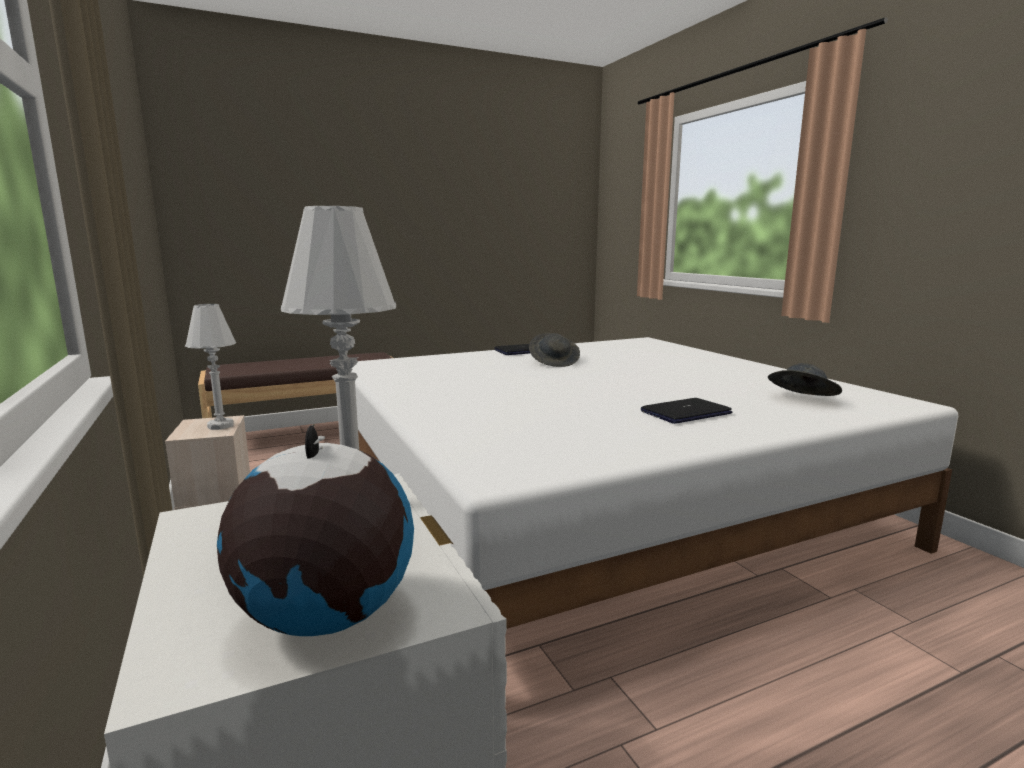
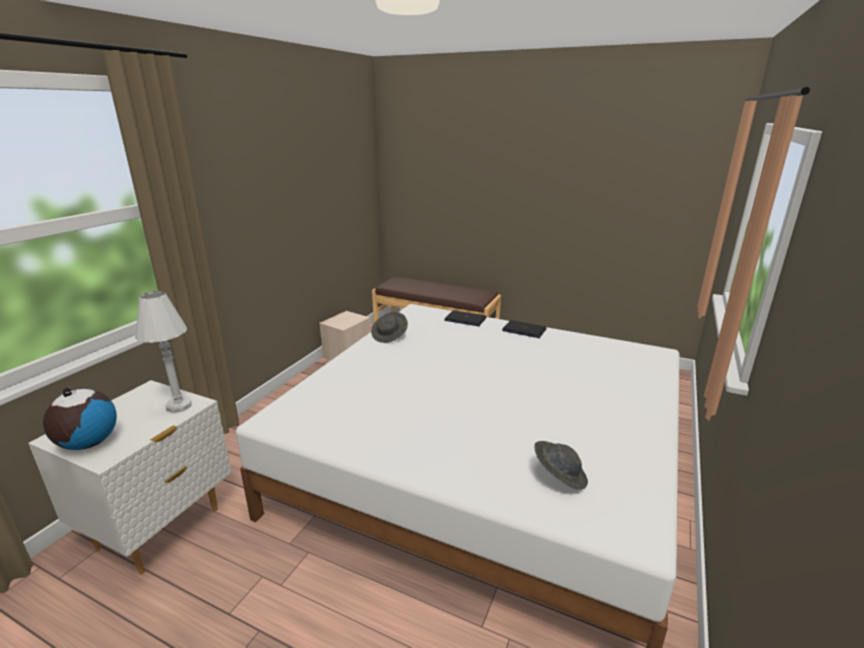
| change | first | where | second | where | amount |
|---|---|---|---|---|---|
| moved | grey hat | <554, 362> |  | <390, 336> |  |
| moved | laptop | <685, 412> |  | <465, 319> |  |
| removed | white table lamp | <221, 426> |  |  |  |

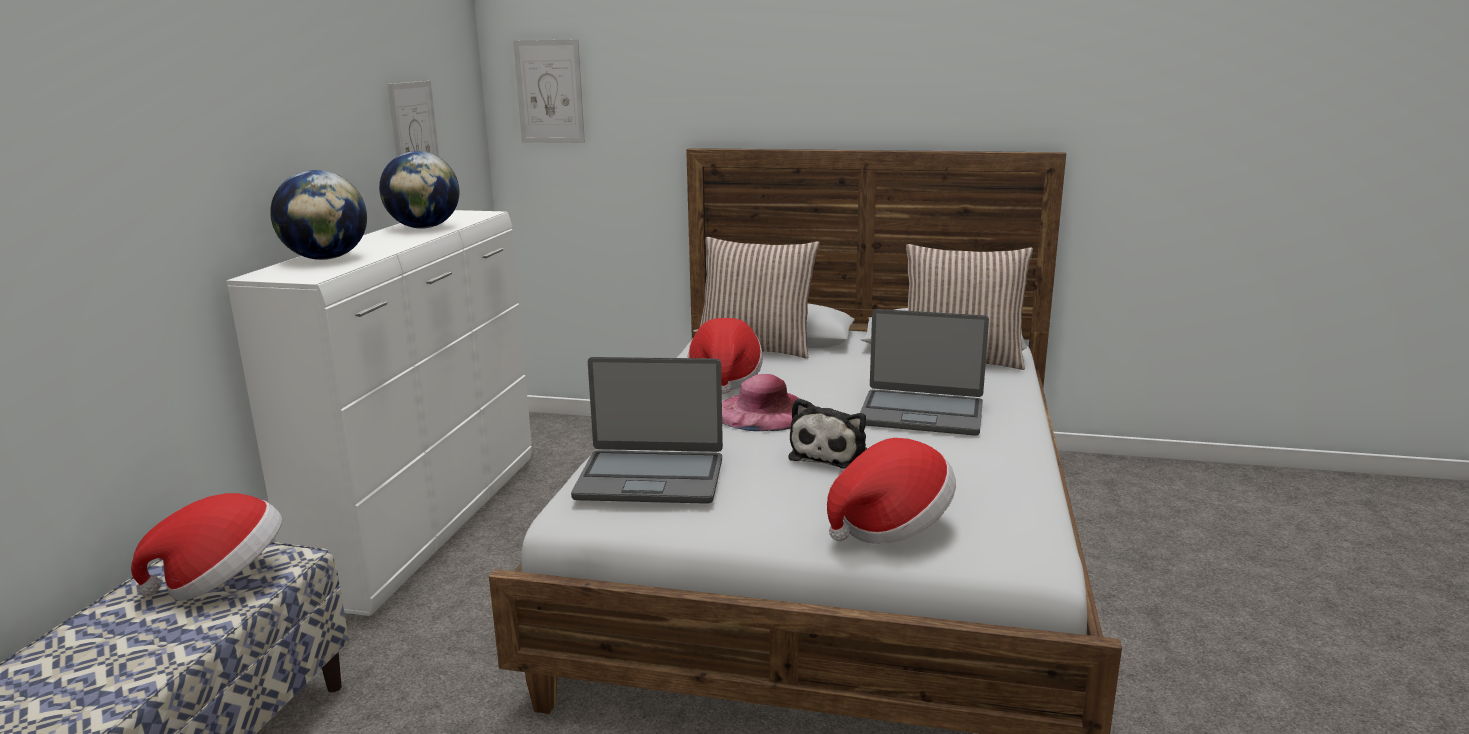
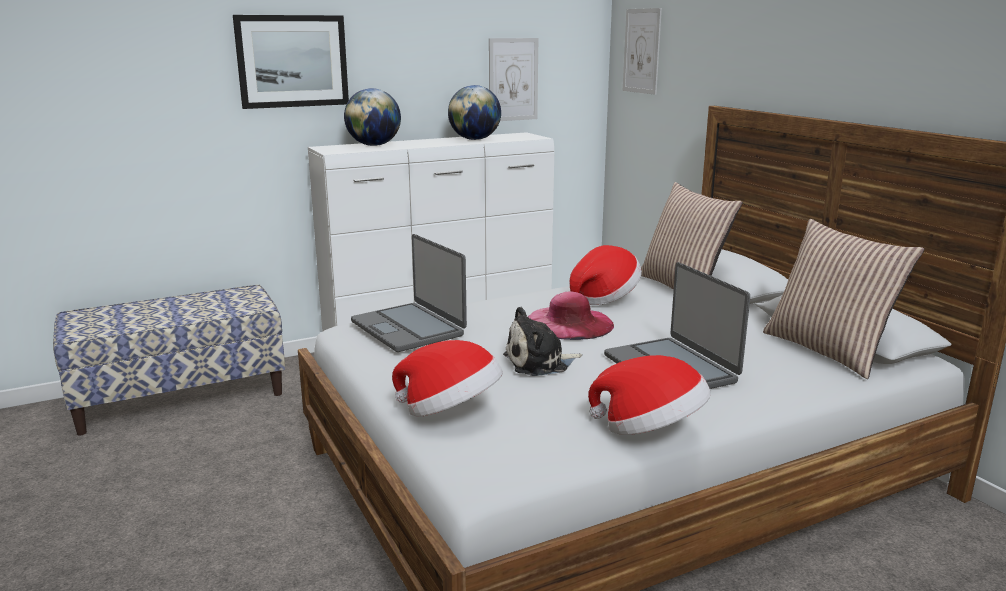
| change | first | where | second | where | amount |
|---|---|---|---|---|---|
| added |  |  | picture | <292, 61> |  |
| moved | hat | <223, 580> |  | <650, 430> |  |

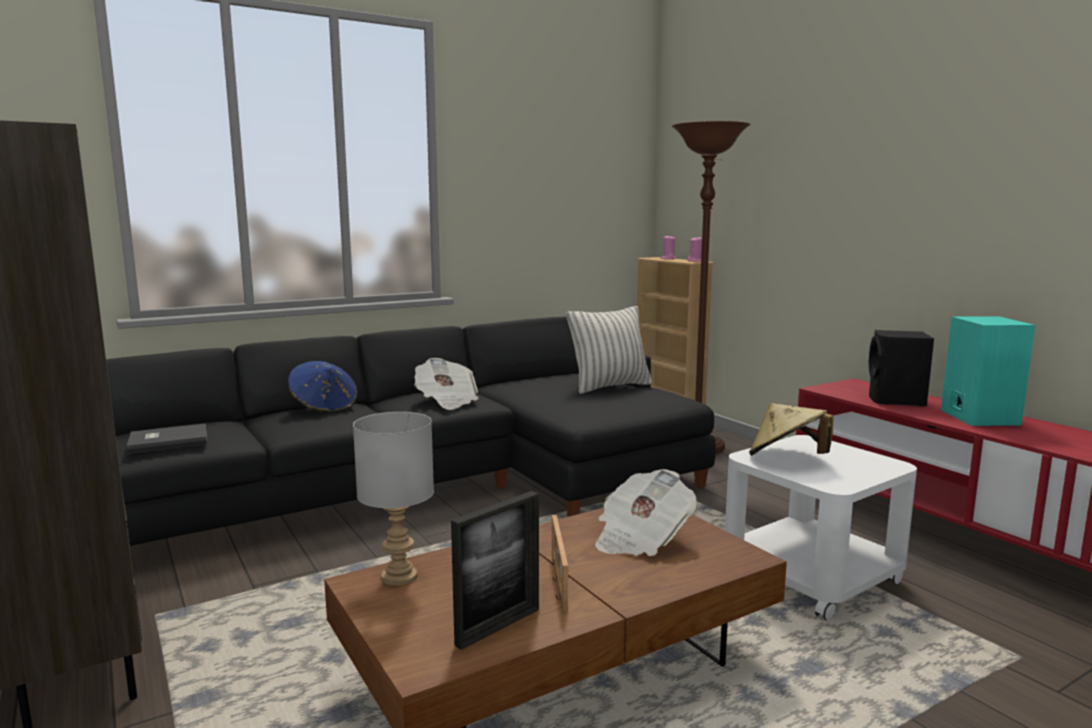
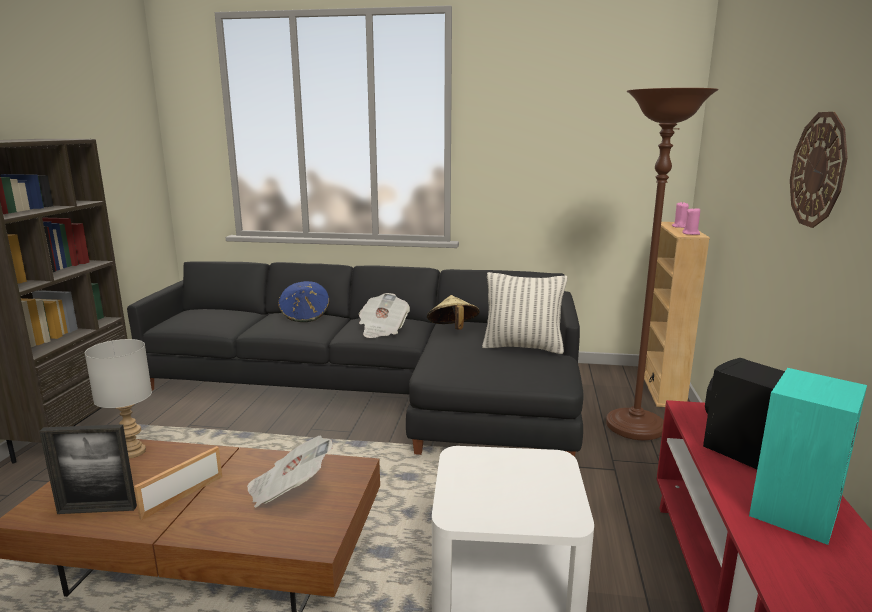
| change | first | where | second | where | amount |
|---|---|---|---|---|---|
| moved | beige hat | <786, 458> |  | <452, 330> |  |
| added |  |  | wall clock | <818, 170> |  |
| removed | grey book | <167, 441> |  |  |  |

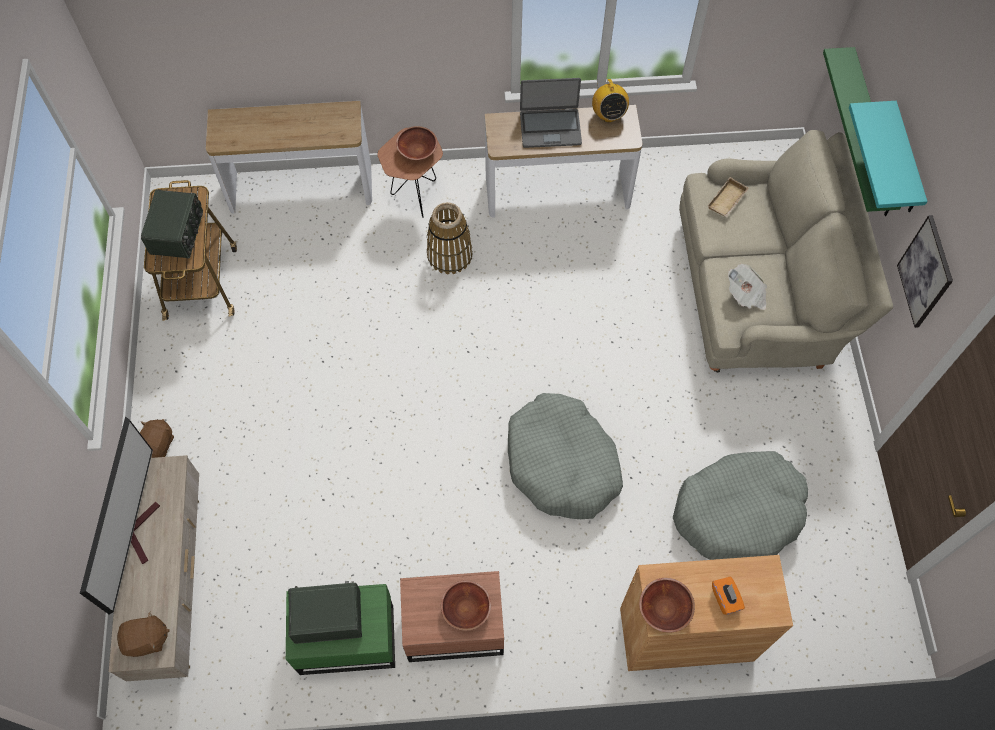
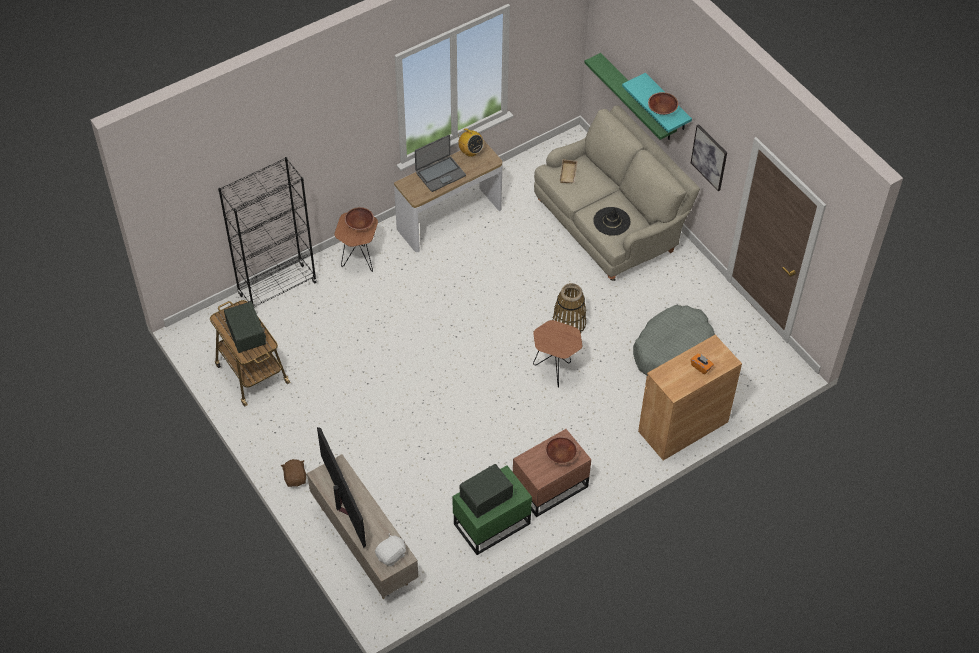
| change | first | where | second | where | amount |
|---|---|---|---|---|---|
| replaced | console table | <301, 188> | black bookcase | <277, 288> |  |
| recoloured | brown plush toy | <147, 640> | white plush toy | <391, 555> |  |
| replaced | grey dog bed | <562, 463> | brown side table | <555, 372> |  |
| moved | basket | <450, 255> |  | <569, 323> |  |
| replaced | newspaper | <746, 294> | black hat | <611, 221> |  |
| moved | brown bowl | <665, 608> |  | <662, 109> |  |

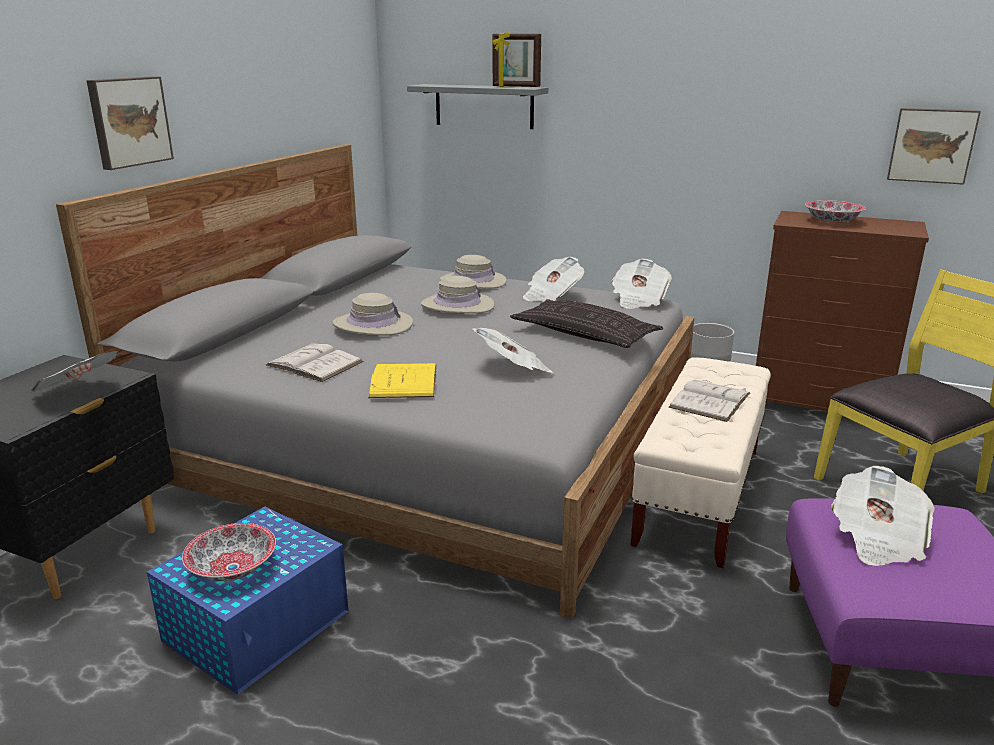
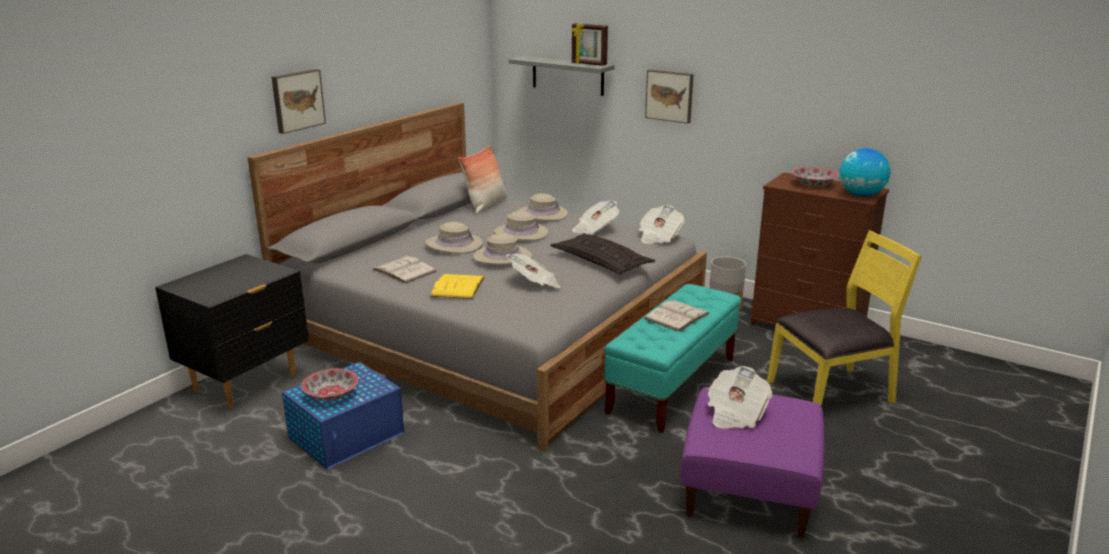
| change | first | where | second | where | amount |
|---|---|---|---|---|---|
| added |  |  | pillow | <485, 205> |  |
| added |  |  | beige hat | <502, 257> |  |
| recoloured | beige bench | <699, 495> | turquoise bench | <672, 385> |  |
| moved | picture | <931, 145> |  | <670, 95> |  |
| added |  |  | globe | <861, 195> |  |
| removed | newspaper | <78, 393> |  |  |  |

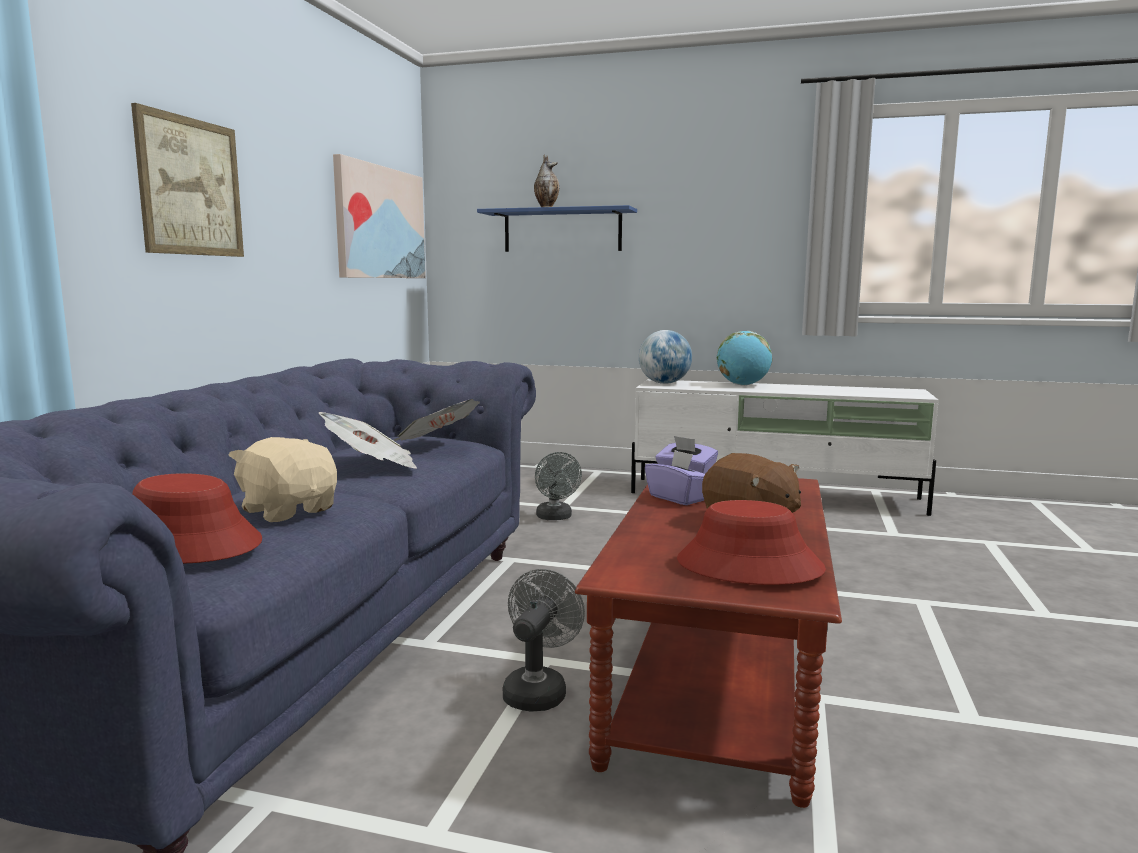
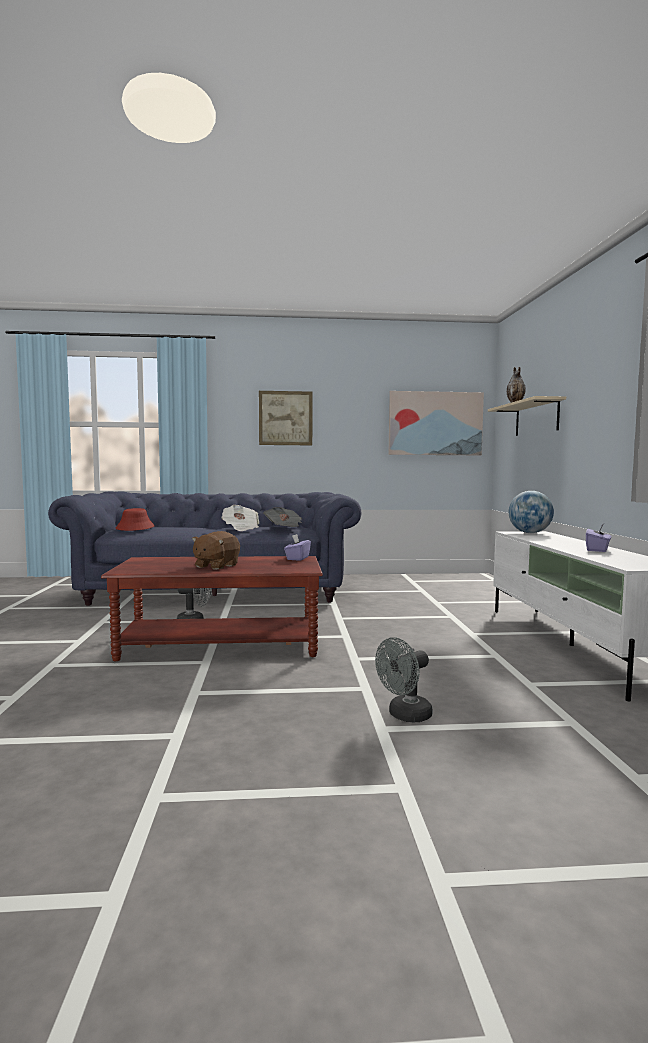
| change | first | where | second | where | amount |
|---|---|---|---|---|---|
| moved | grey fan | <556, 517> |  | <405, 716> |  |
| recoloured | blue shelf | <562, 231> | beige shelf | <536, 418> |  |
| moved | purple tissue box | <678, 498> |  | <597, 550> |  |
| removed | beige plush toy | <289, 510> |  |  |  |
| removed | red hat | <748, 566> |  |  |  |
| removed | globe | <743, 385> |  |  |  |

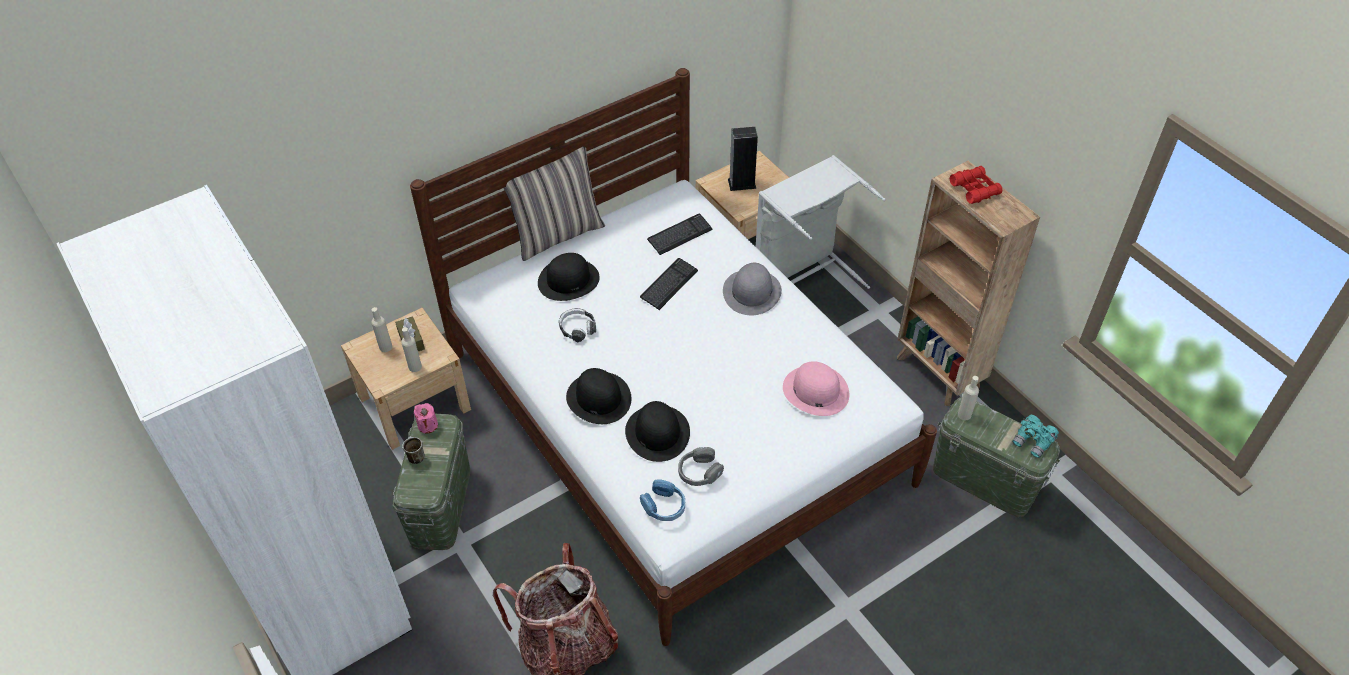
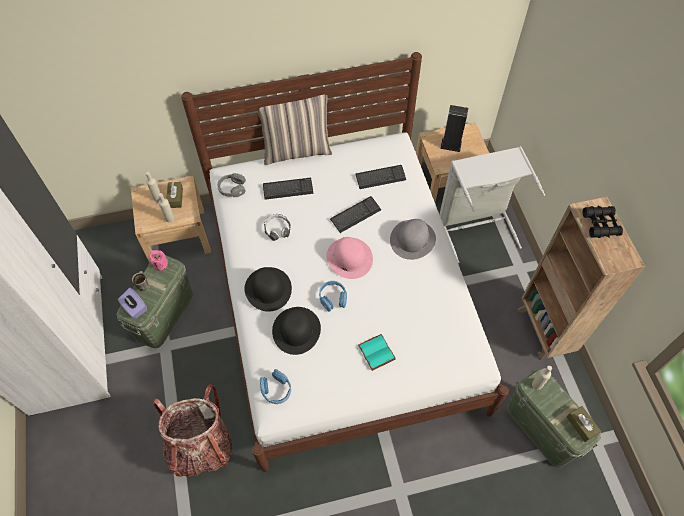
| change | first | where | second | where | amount |
|---|---|---|---|---|---|
| added |  |  | purple tissue box | <135, 308> |  |
| moved | grey headphones | <699, 472> |  | <232, 188> |  |
| replaced | black hat | <568, 280> | keyboard | <288, 189> |  |
| added |  |  | blue headphones | <333, 298> |  |
| moved | pink hat | <815, 390> |  | <349, 258> |  |
| added |  |  | turquoise book | <377, 352> |  |
| replaced | turquoise binoculars | <1033, 441> | brown tissue box | <581, 425> |  |
| recoloured | red binoculars | <974, 189> | black binoculars | <600, 224> |  |

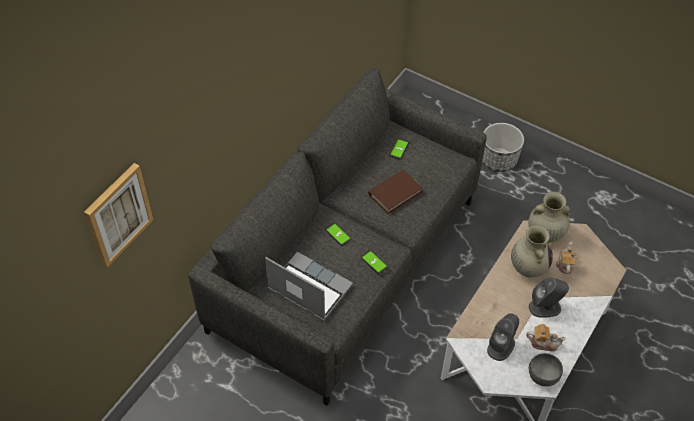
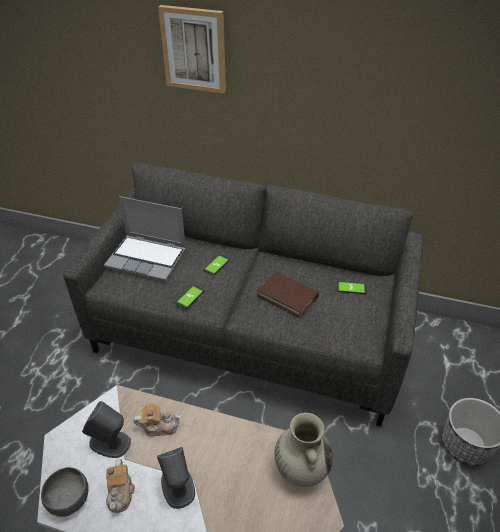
| change | first | where | second | where | amount |
|---|---|---|---|---|---|
| turned | laptop | <308, 288> |  | <148, 258> | 90 degrees clockwise |
| moved | teapot | <565, 264> |  | <159, 426> |  |
| moved | picture | <117, 214> |  | <194, 49> |  |
| removed | beige vase | <528, 267> |  |  |  |

